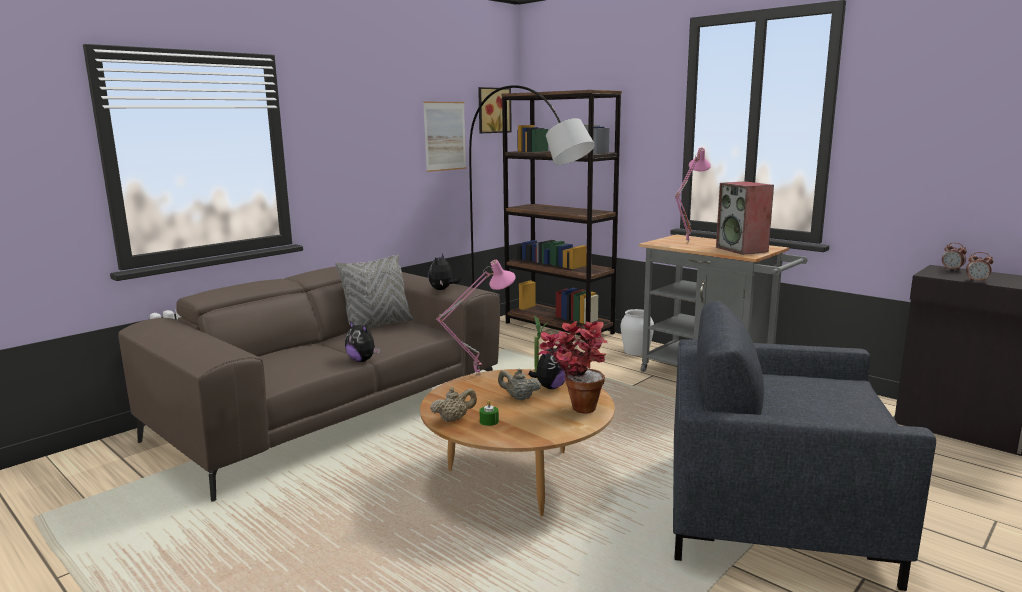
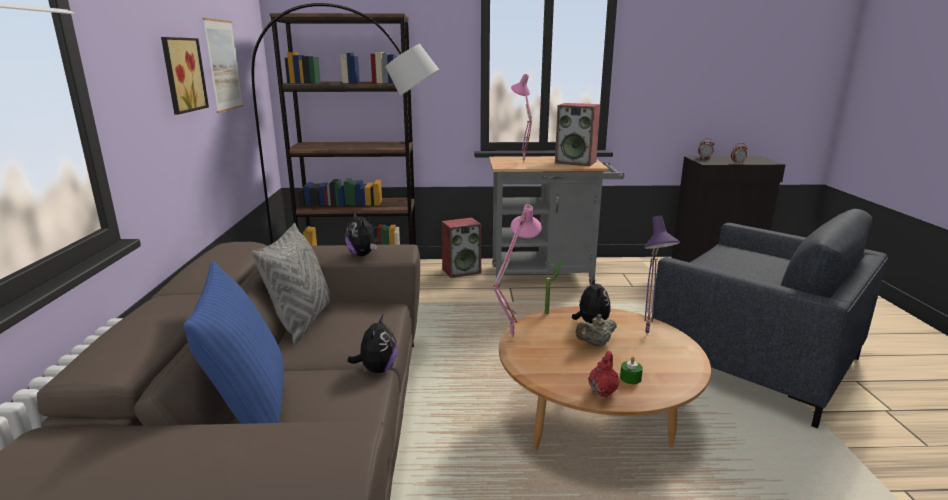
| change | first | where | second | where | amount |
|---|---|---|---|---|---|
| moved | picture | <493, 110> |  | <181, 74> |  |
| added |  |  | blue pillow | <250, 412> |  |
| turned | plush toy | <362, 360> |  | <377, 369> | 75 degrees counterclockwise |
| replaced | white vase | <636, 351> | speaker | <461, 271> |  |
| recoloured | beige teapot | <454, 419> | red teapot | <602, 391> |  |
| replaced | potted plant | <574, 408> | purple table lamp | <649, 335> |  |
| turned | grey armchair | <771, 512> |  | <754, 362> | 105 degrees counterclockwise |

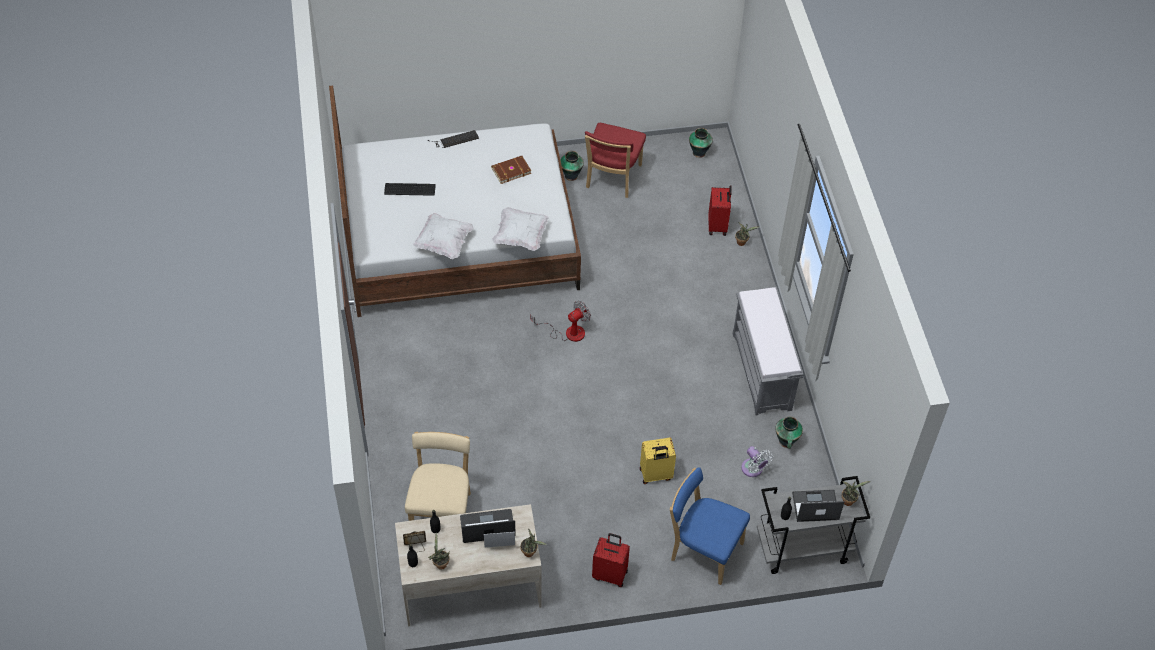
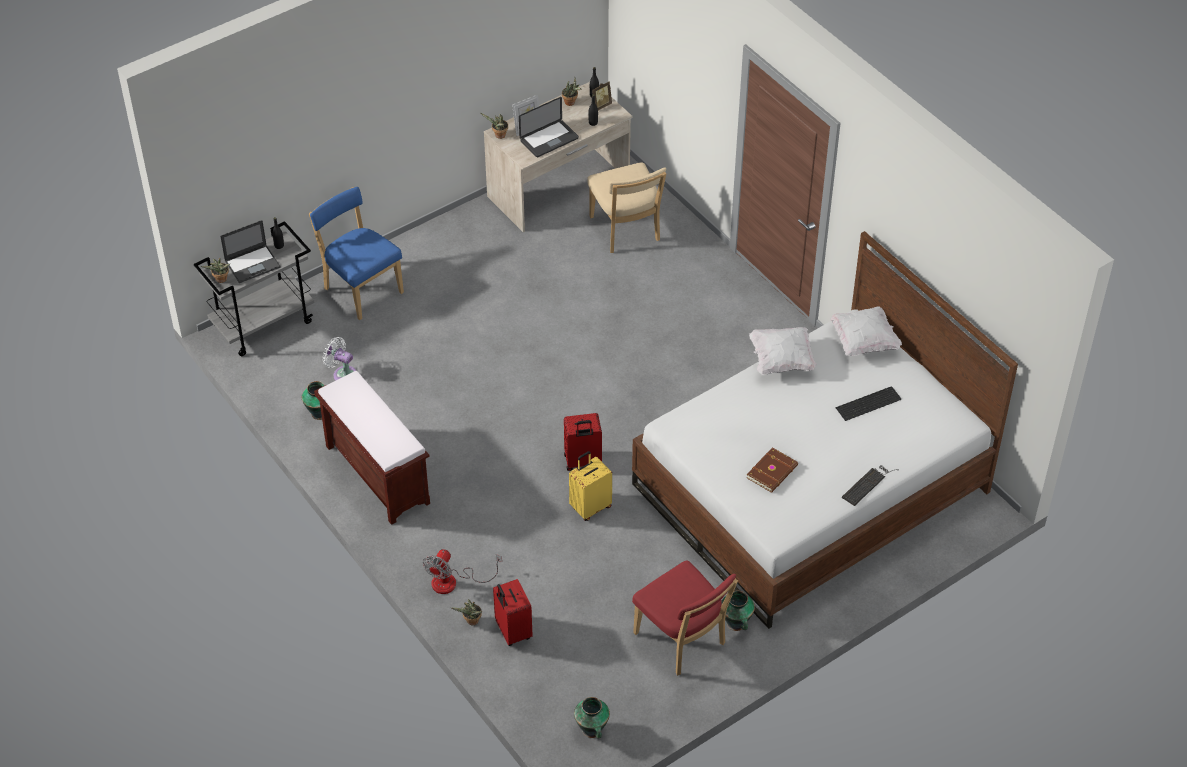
| change | first | where | second | where | amount |
|---|---|---|---|---|---|
| turned | blue chair | <703, 550> |  | <361, 289> | 135 degrees counterclockwise |
| recoloured | grey bench | <762, 372> | brown bench | <376, 474> |  |
| moved | fan | <568, 332> |  | <453, 582> |  |
| moved | red suitcase | <610, 574> |  | <582, 461> |  |
| moved | yellow suitcase | <655, 475> |  | <590, 507> |  |
| turned | red chair | <612, 178> |  | <682, 641> | 150 degrees clockwise |
| moved | white pillow | <520, 236> |  | <864, 341> |  |

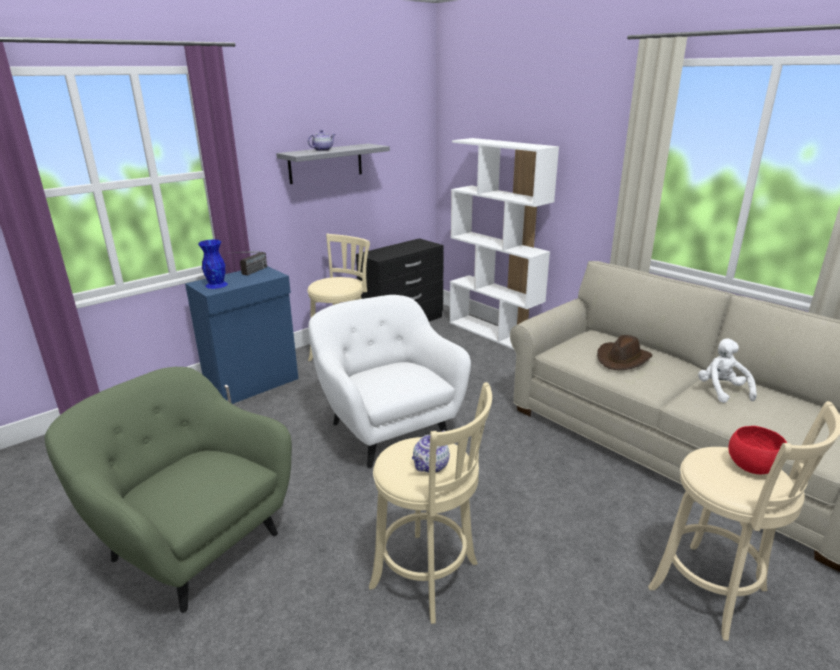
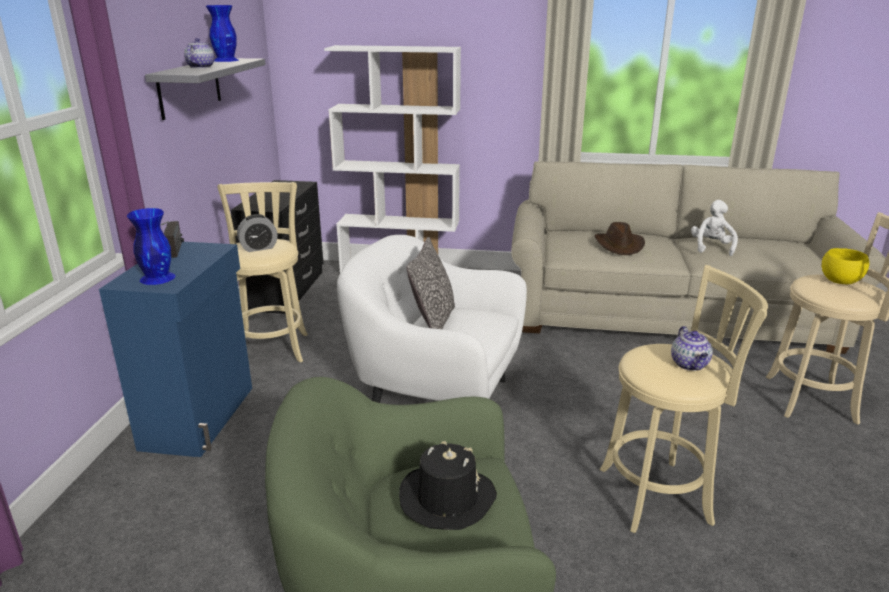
| change | first | where | second | where | amount |
|---|---|---|---|---|---|
| added |  |  | blue vase | <226, 60> |  |
| added |  |  | alarm clock | <258, 248> |  |
| added |  |  | black hat | <446, 498> |  |
| added |  |  | pillow | <433, 323> |  |
| turned | white plush toy | <721, 391> |  | <711, 247> | 60 degrees clockwise |
| recoloured | red bowl | <752, 467> | yellow bowl | <840, 281> |  |

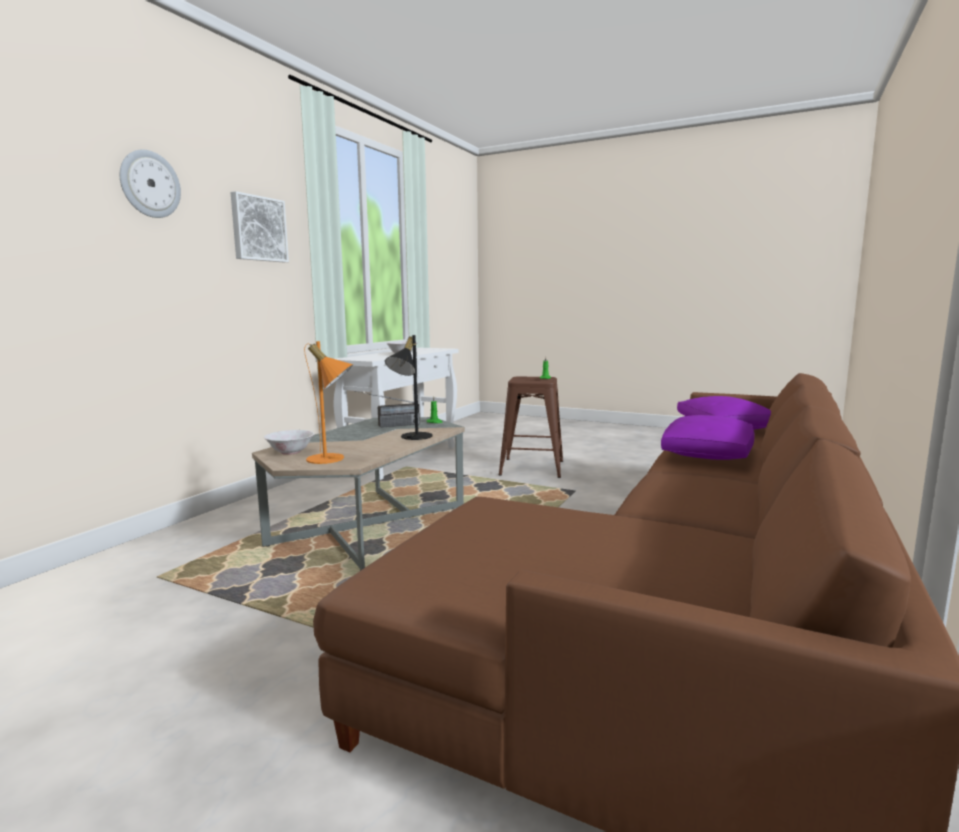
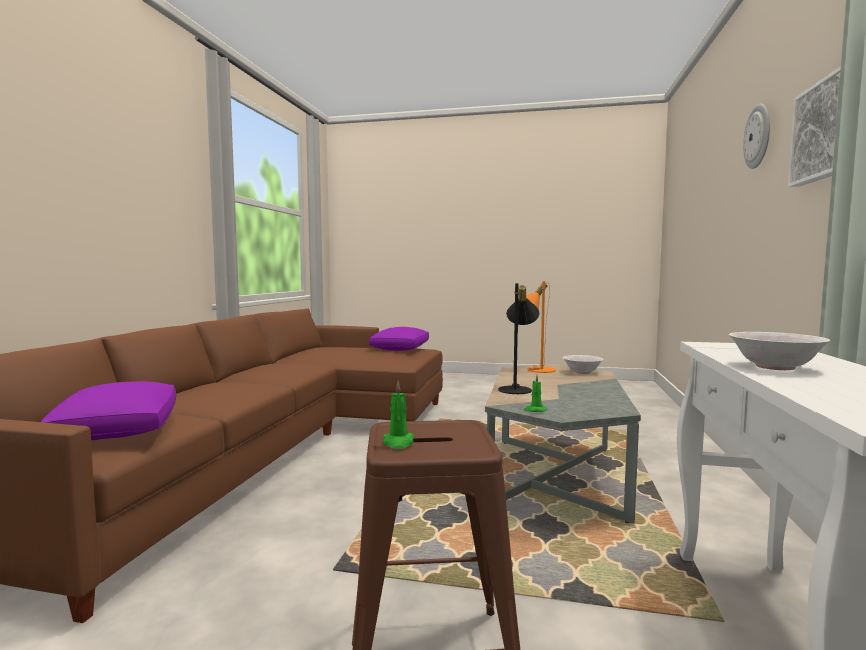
| change | first | where | second | where | amount |
|---|---|---|---|---|---|
| moved | purple pillow | <707, 453> |  | <400, 348> |  |
| removed | radio | <388, 426> |  |  |  |

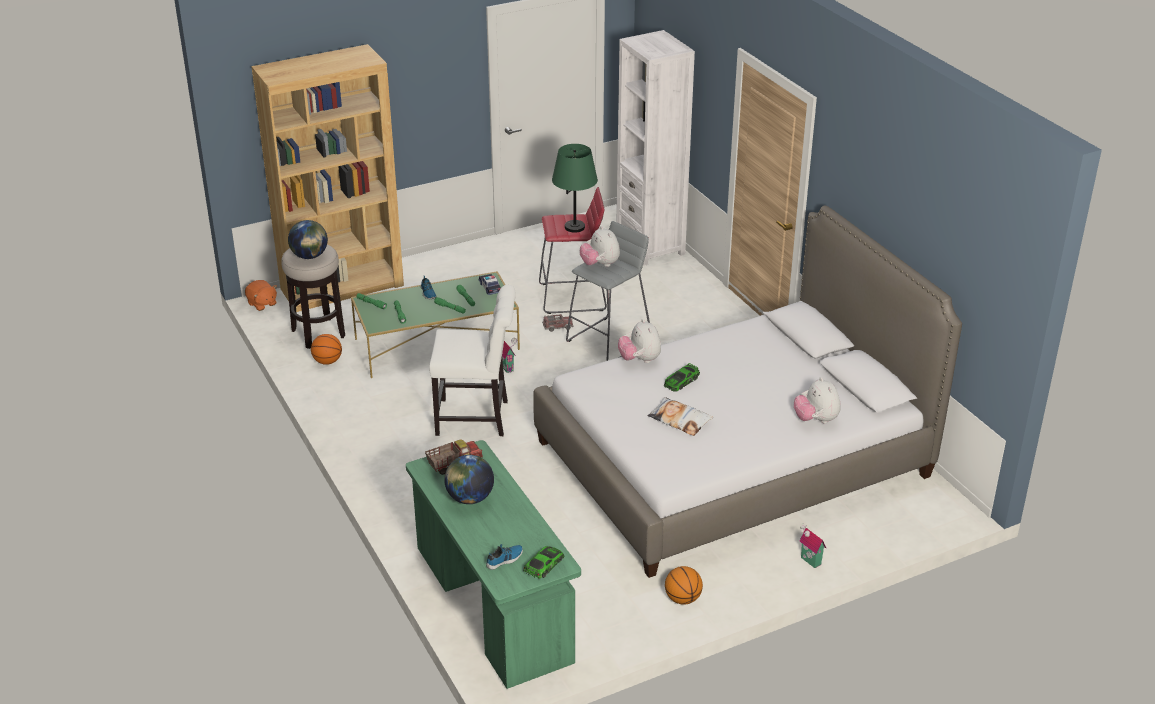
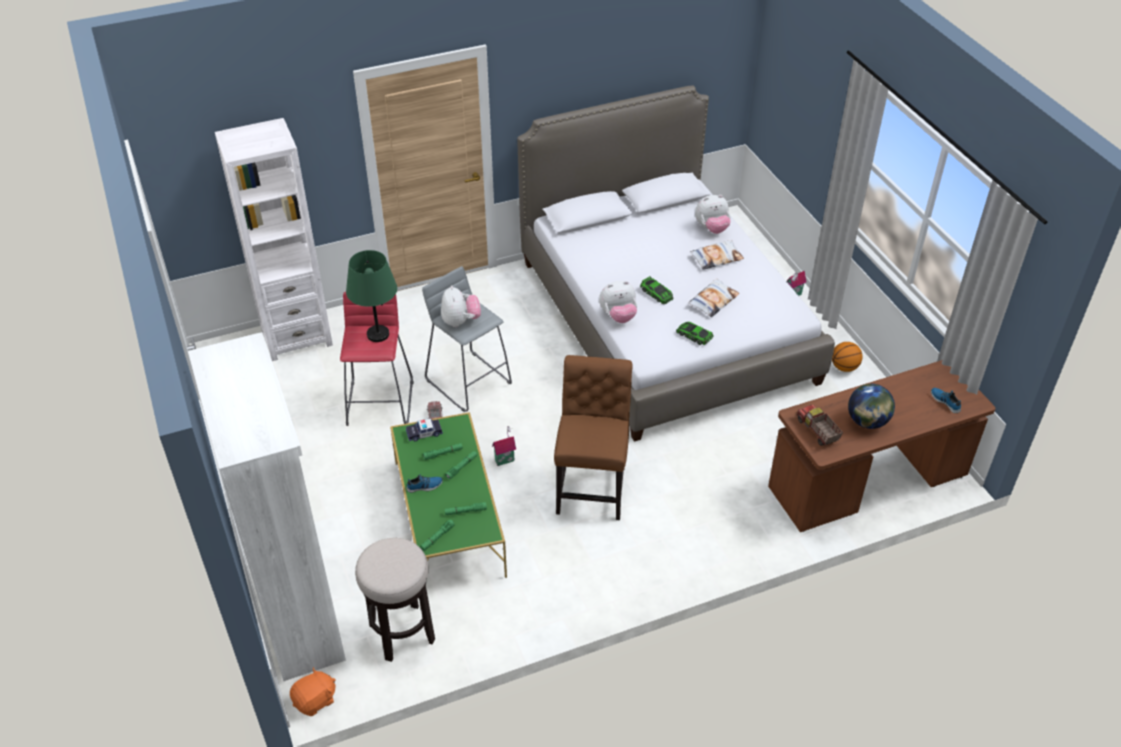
| change | first | where | second | where | amount |
|---|---|---|---|---|---|
| recoloured | brown bookcase | <342, 287> | white bookcase | <299, 611> |  |
| turned | plush toy | <600, 264> |  | <460, 321> | 75 degrees counterclockwise |
| recoloured | white chair | <477, 418> | brown chair | <592, 486> |  |
| moved | toy car | <544, 565> |  | <694, 335> |  |
| added |  |  | pillow | <716, 258> |  |
| recoloured | green desk | <492, 606> | brown desk | <867, 483> |  |
| removed | globe | <310, 256> |  |  |  |
| removed | basketball | <327, 361> |  |  |  |

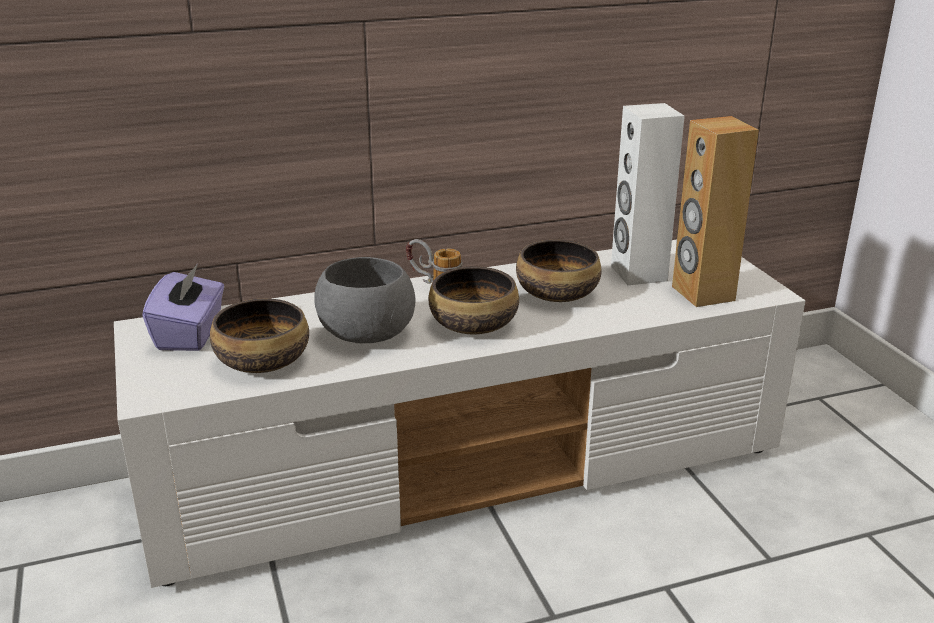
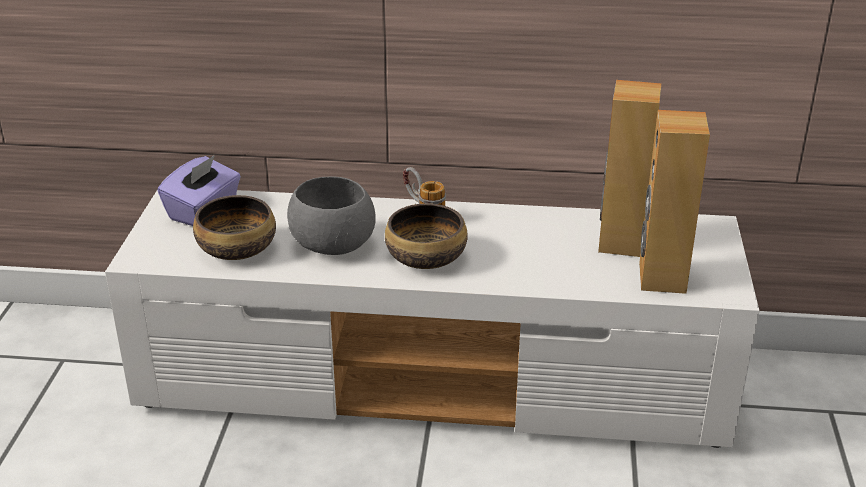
| change | first | where | second | where | amount |
|---|---|---|---|---|---|
| recoloured | white speaker | <637, 273> | brown speaker | <620, 242> |  |
| removed | bowl | <557, 293> |  |  |  |

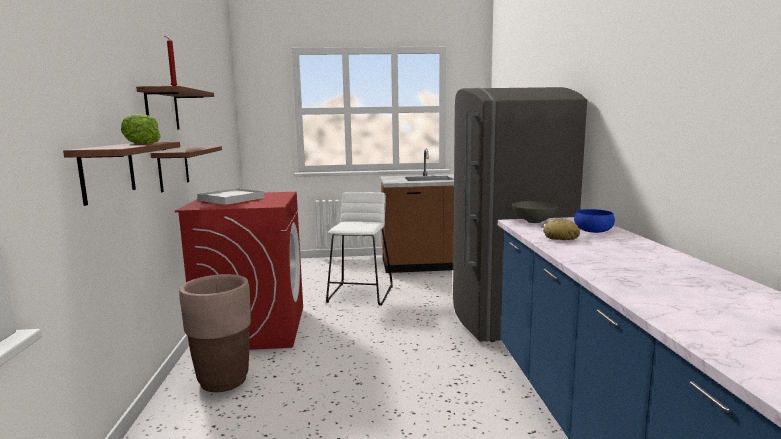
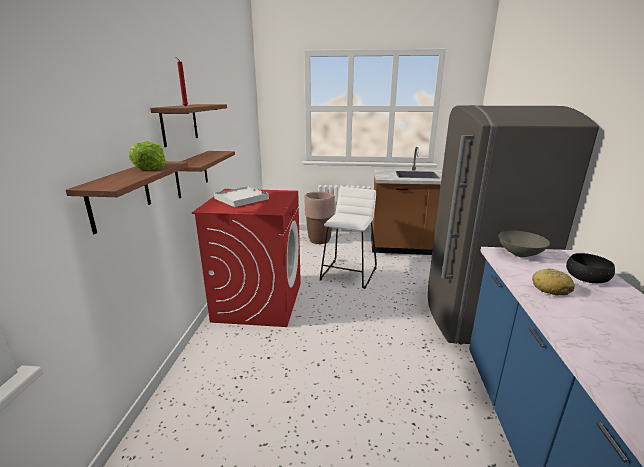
| change | first | where | second | where | amount |
|---|---|---|---|---|---|
| moved | brown planter | <223, 380> |  | <319, 240> |  |
| recoloured | blue bowl | <593, 230> | black bowl | <586, 278> |  |

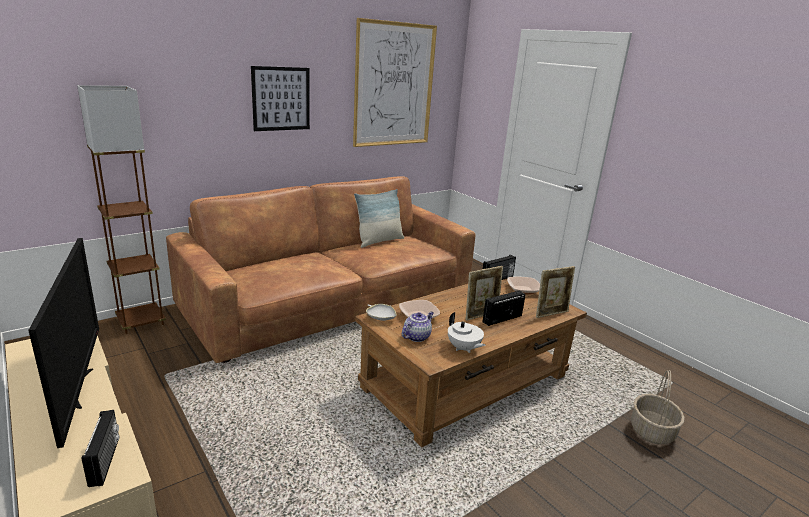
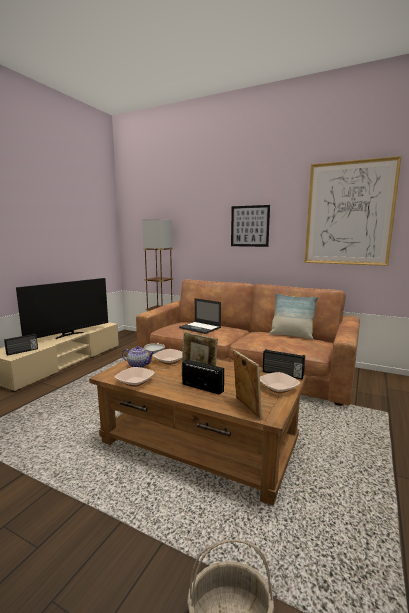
| change | first | where | second | where | amount |
|---|---|---|---|---|---|
| replaced | white teapot | <463, 348> | bowl | <135, 382> |  |
| added |  |  | laptop | <200, 328> |  |
| turned | picture frame | <551, 313> |  | <246, 408> | 150 degrees counterclockwise |

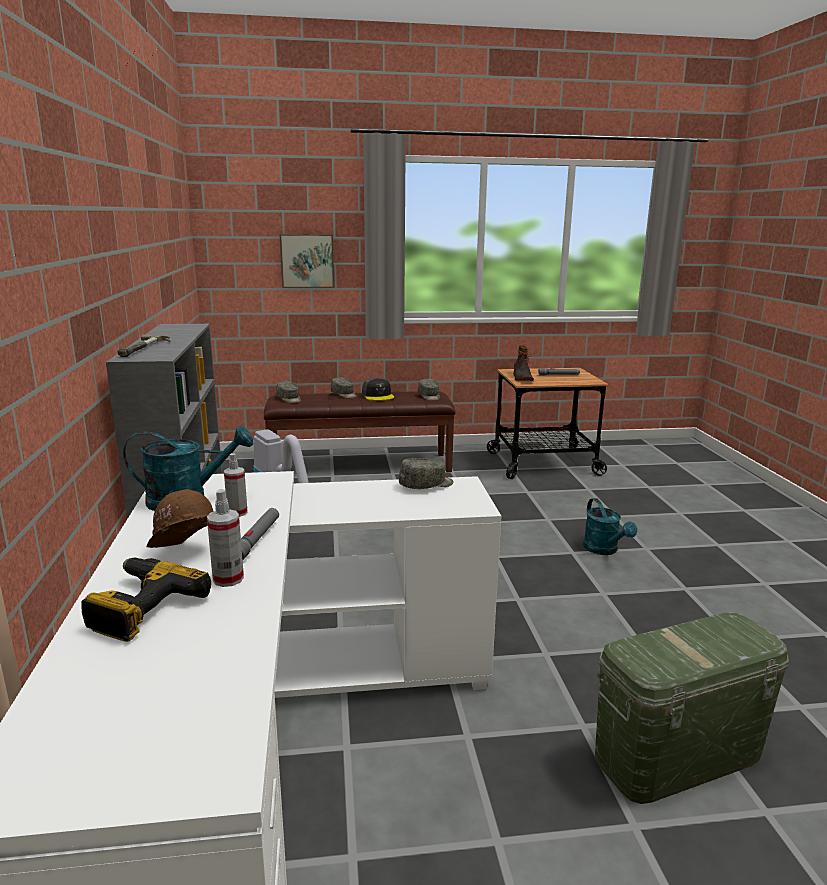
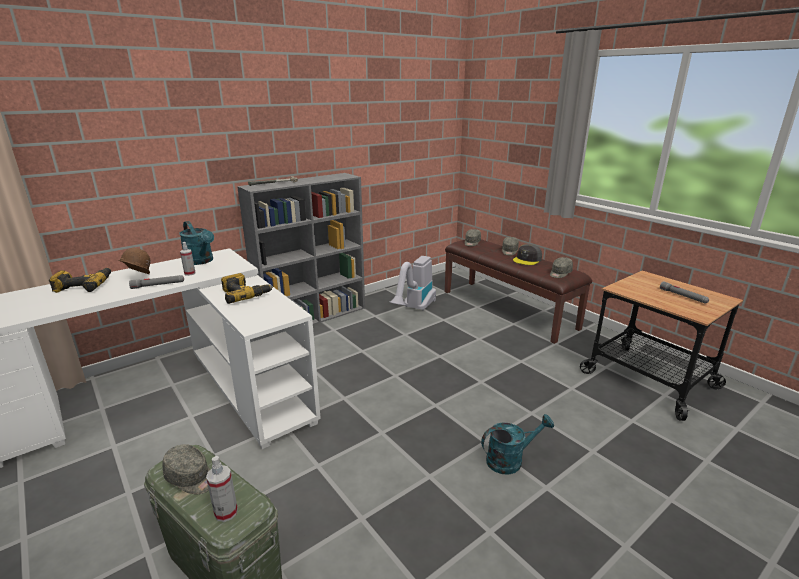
| change | first | where | second | where | amount |
|---|---|---|---|---|---|
| moved | grey cap | <426, 485> |  | <191, 478> |  |
| moved | spray bottle | <228, 579> |  | <226, 512> |  |
| added |  |  | power drill | <245, 294> |  |
| turned | turquoise watering can | <604, 550> |  | <510, 460> | 150 degrees counterclockwise |
| removed | picture | <307, 261> |  |  |  |
| removed | boot | <521, 378> |  |  |  |

